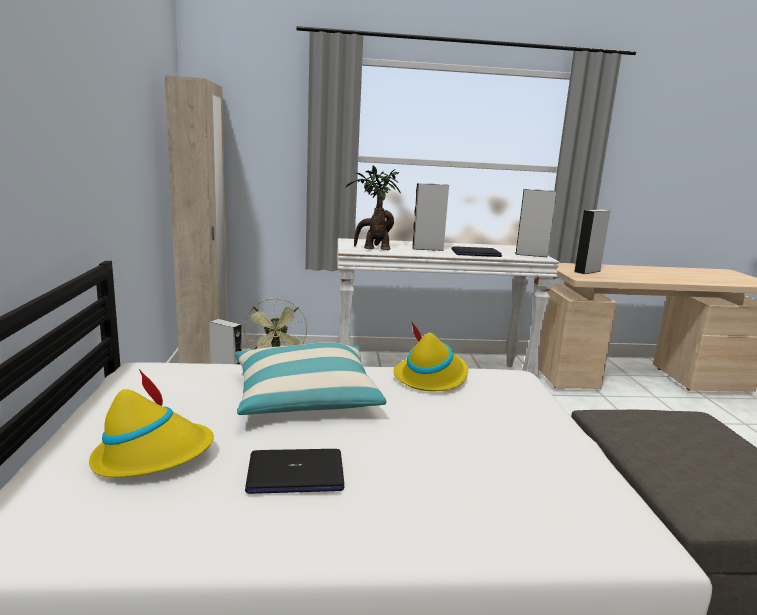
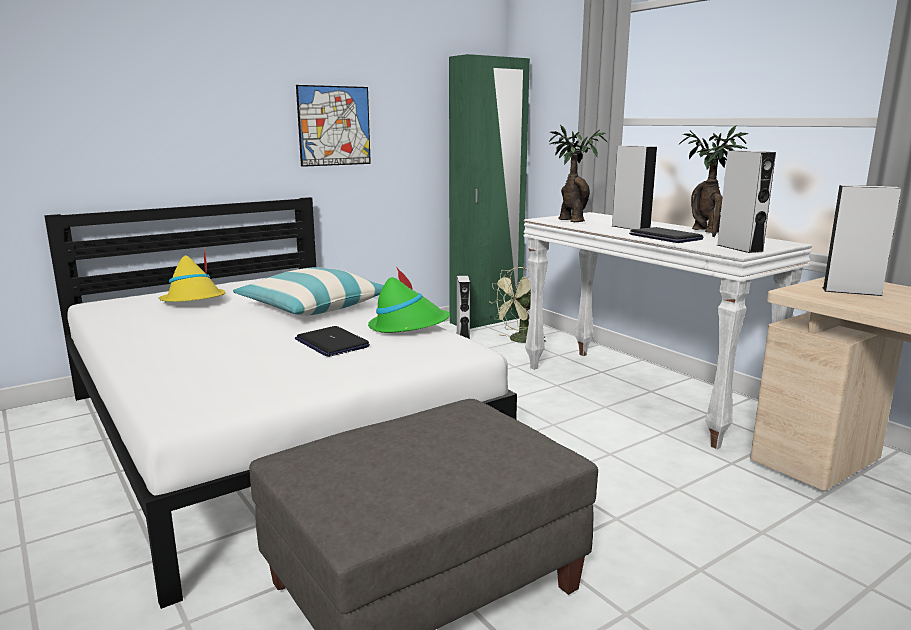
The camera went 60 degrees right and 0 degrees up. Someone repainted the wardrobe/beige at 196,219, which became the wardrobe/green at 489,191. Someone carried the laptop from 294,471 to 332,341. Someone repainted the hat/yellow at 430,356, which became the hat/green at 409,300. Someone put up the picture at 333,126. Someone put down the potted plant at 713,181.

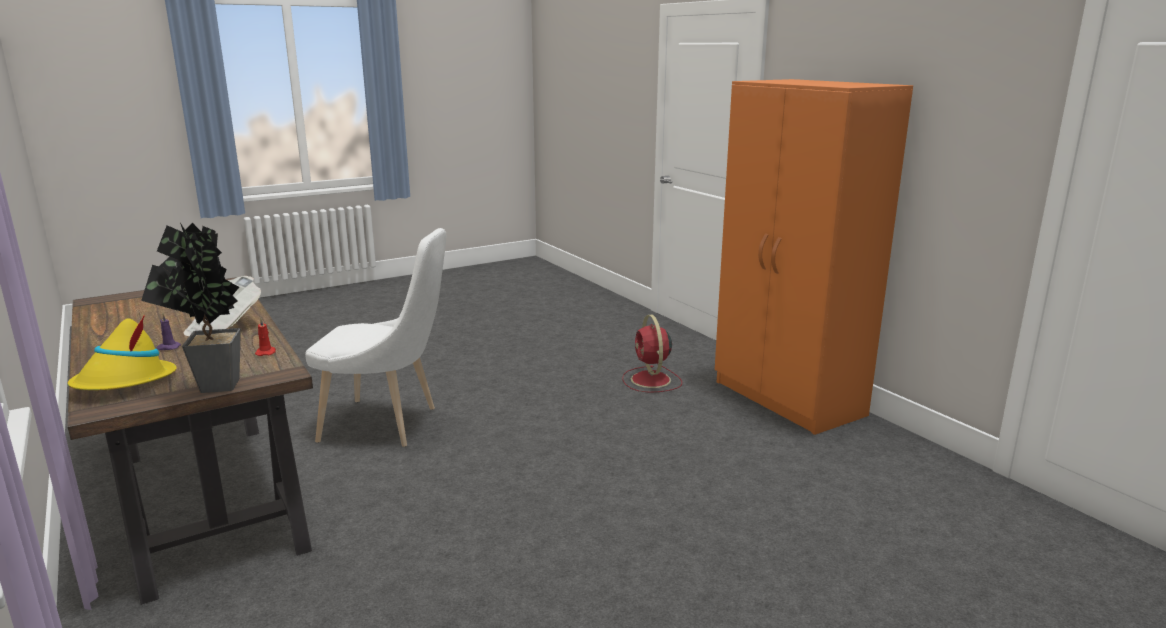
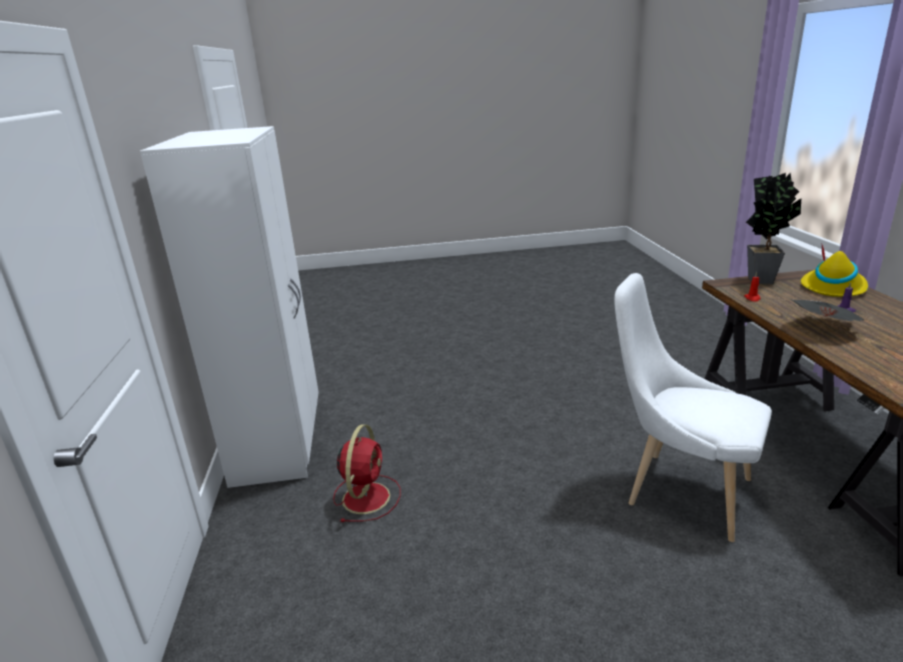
The camera went 155 degrees left and 5 degrees up. Someone repainted the wardrobe/orange at 814,257, which became the wardrobe/white at 229,307.

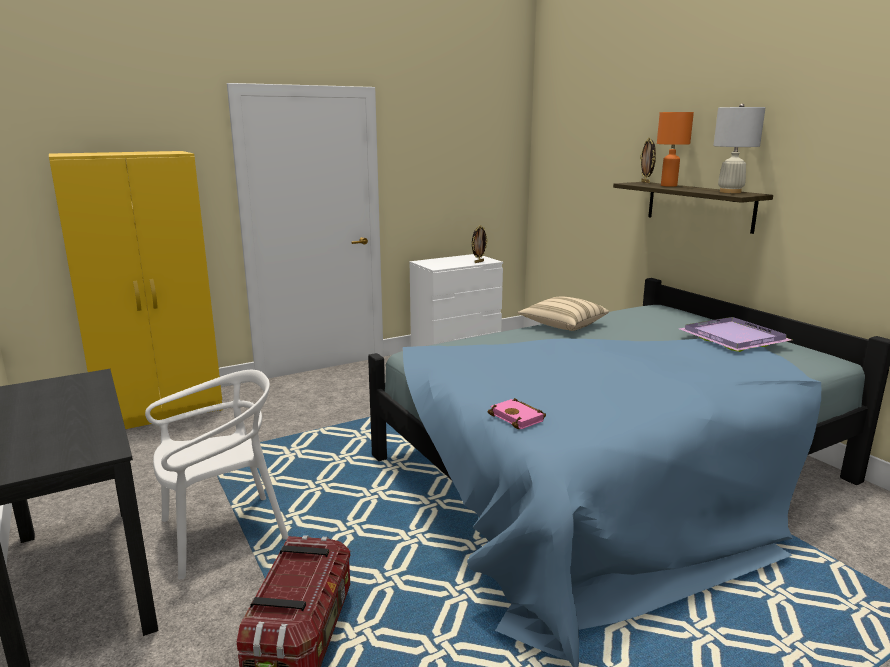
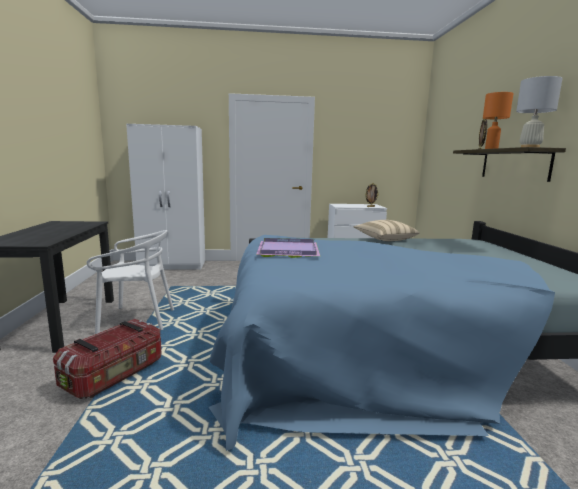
The camera went 25 degrees right and 5 degrees down. Someone repainted the wardrobe/yellow at 136,290, which became the wardrobe/white at 165,197. Someone took away the book/pink at 517,413. Someone carried the tray/purple from 736,334 to 288,248.

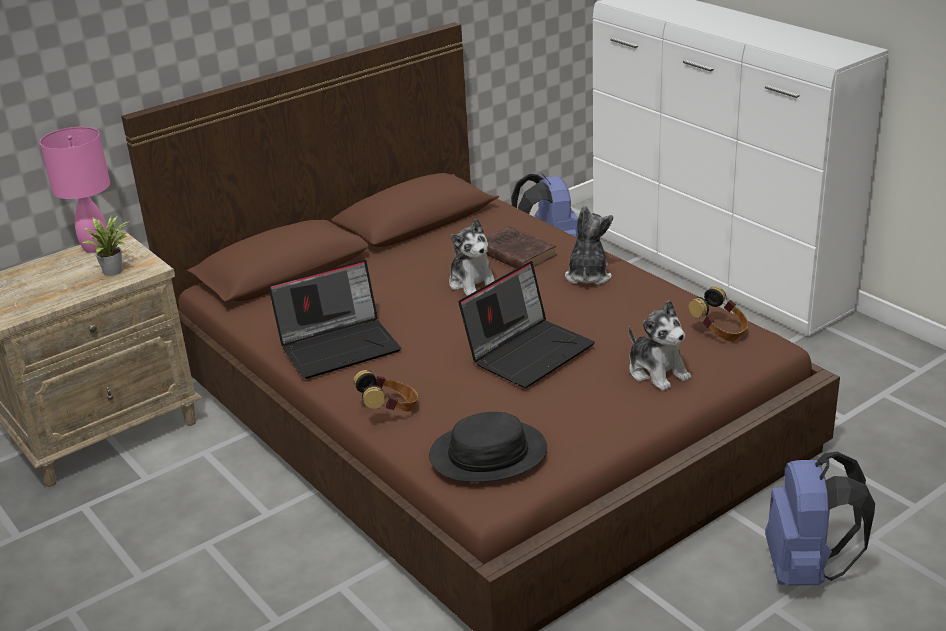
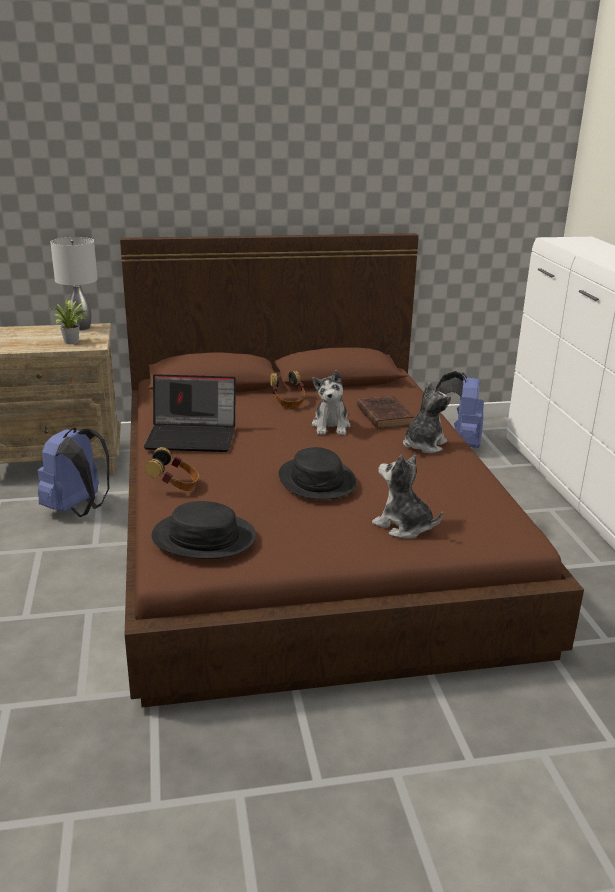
The camera went 25 degrees right and 5 degrees down. Someone repainted the table lamp/pink at 75,190, which became the table lamp/grey at 74,283. Someone swapped the laptop at 526,324 for the hat/black at 318,473. Someone rotated the plush toy at 660,345 by 135 degrees clockwise. Someone carried the headphones from 718,313 to 287,389. Someone carried the backpack/blue from 820,519 to 74,472.

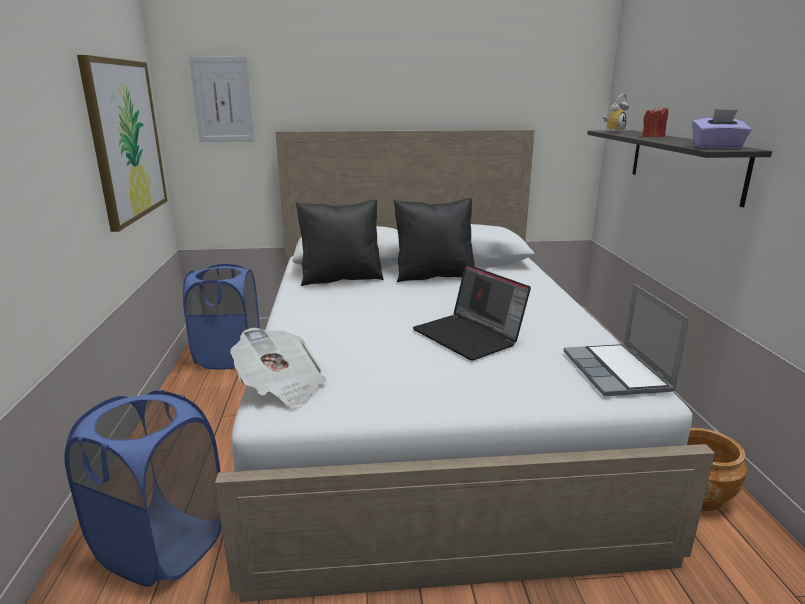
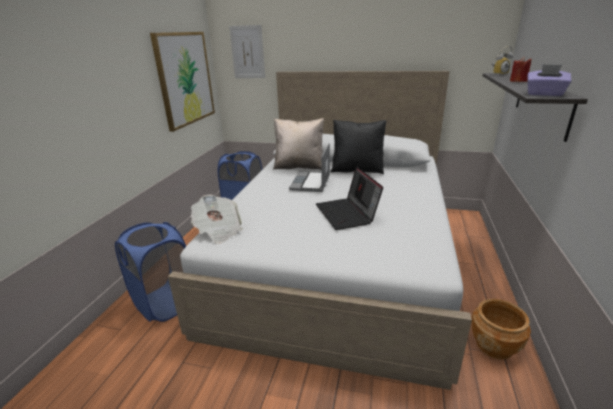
The camera went 20 degrees right and 5 degrees up. Someone repainted the pillow/black at 340,242, which became the pillow/beige at 298,144. Someone carried the laptop from 626,340 to 309,167.

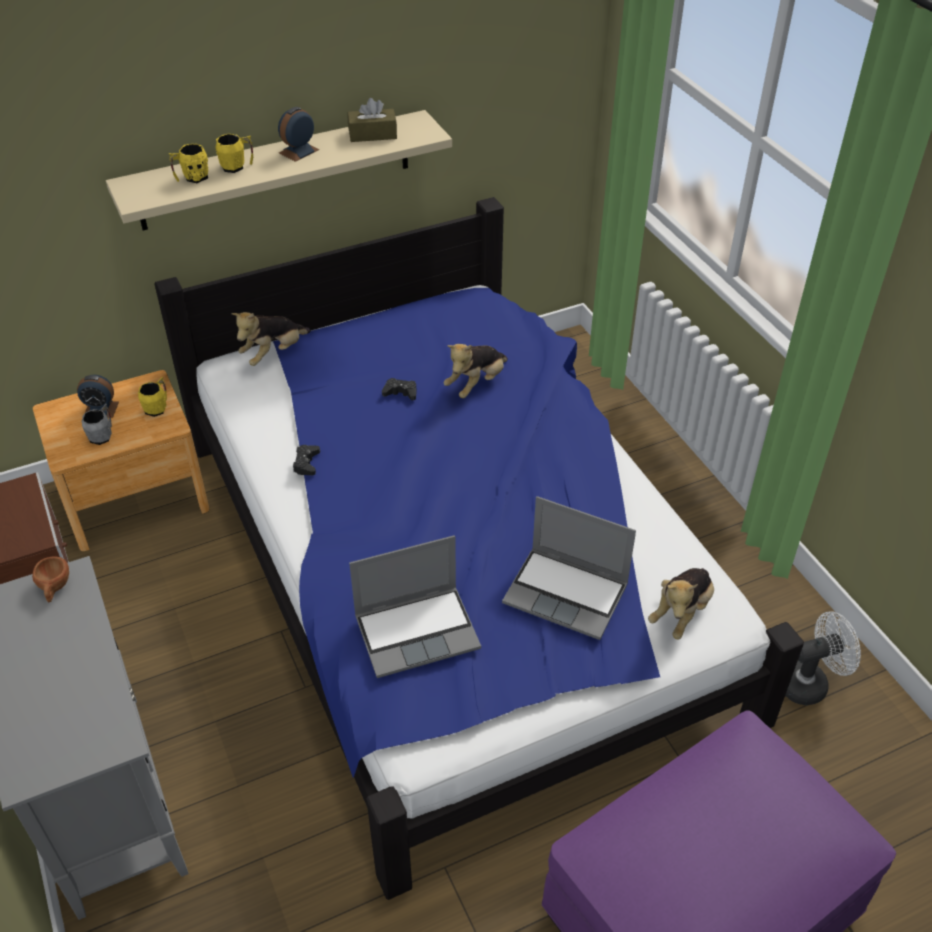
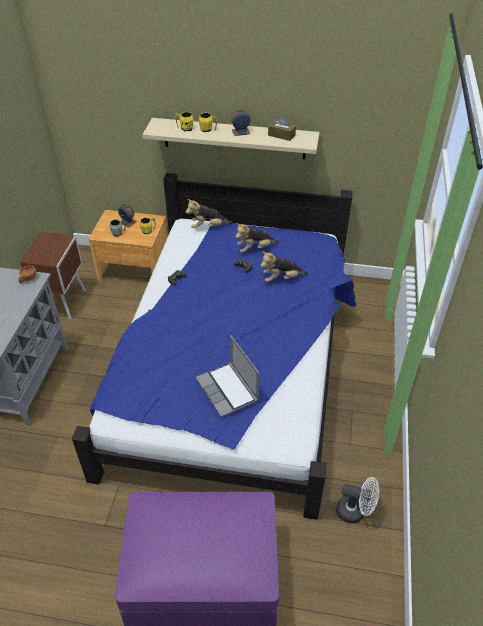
The camera went 35 degrees right and 0 degrees up. Someone took away the laptop at 415,606. Someone carried the plush toy from 681,603 to 256,238.

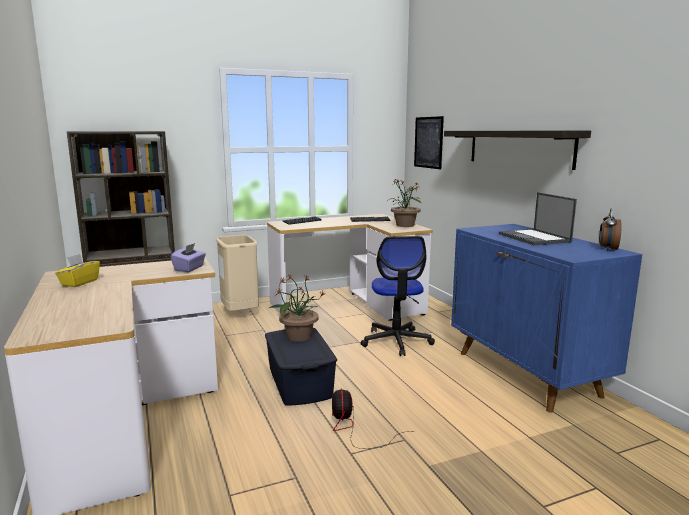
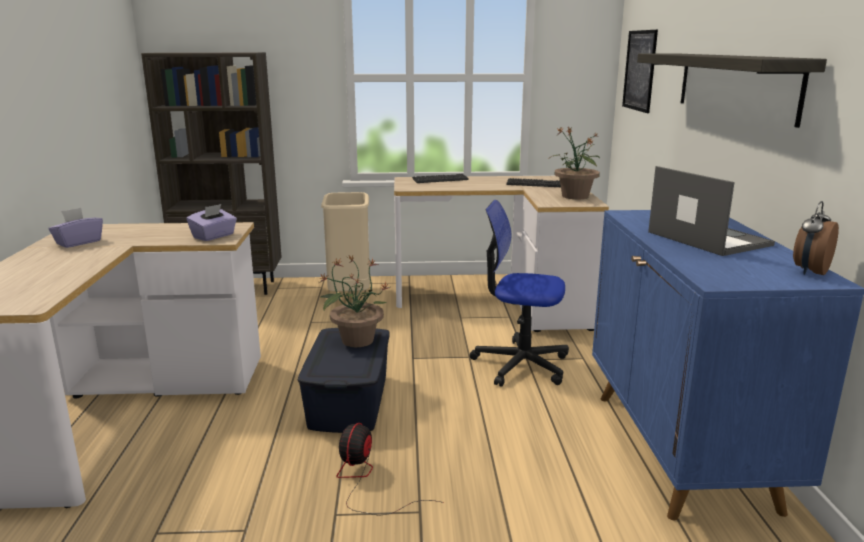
The camera went 20 degrees right and 5 degrees up. Someone repainted the tissue box/yellow at 77,270, which became the tissue box/purple at 75,228. Someone rotated the office chair at 398,296 by 90 degrees clockwise. Someone rotated the laptop at 538,218 by 150 degrees clockwise.

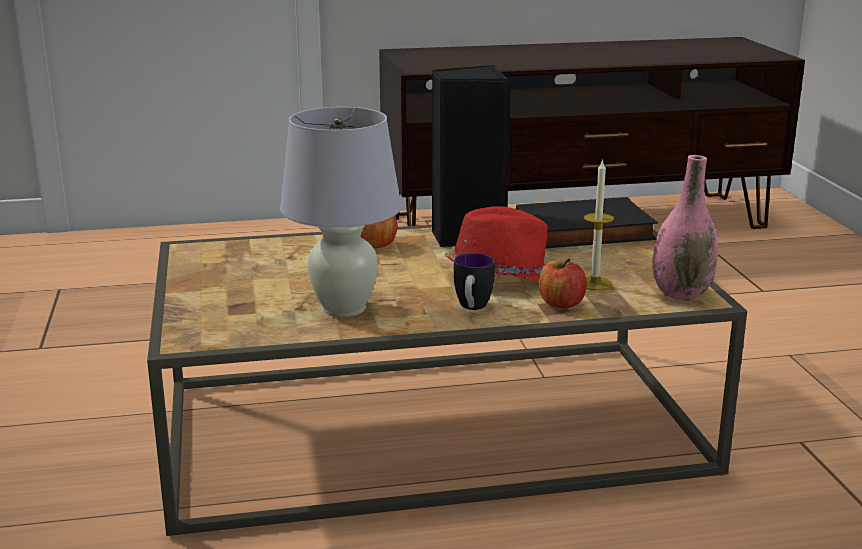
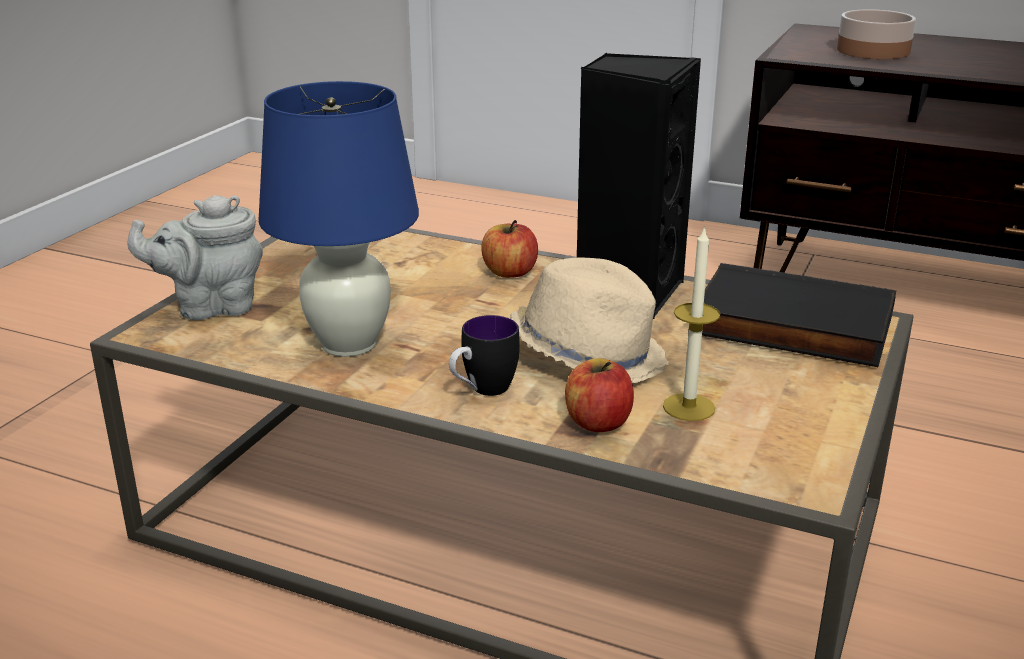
The camera went 35 degrees right and 5 degrees up. Someone repainted the table lamp/white at 340,212, which became the table lamp/blue at 338,219. Someone repainted the hat/red at 496,243, which became the hat/beige at 589,320. Someone took away the vase/pink at 685,228. Someone put down the teapot/grey at 195,257. Someone put down the bowl at 876,34.

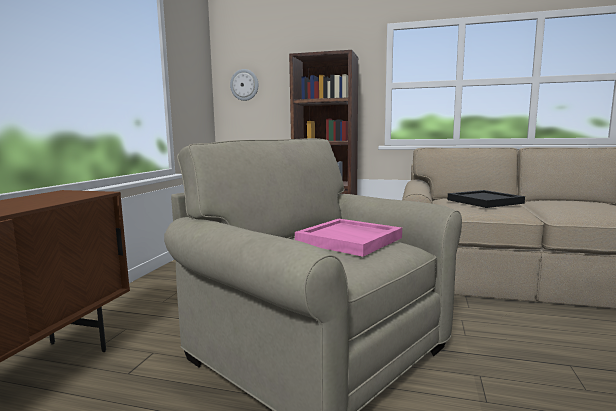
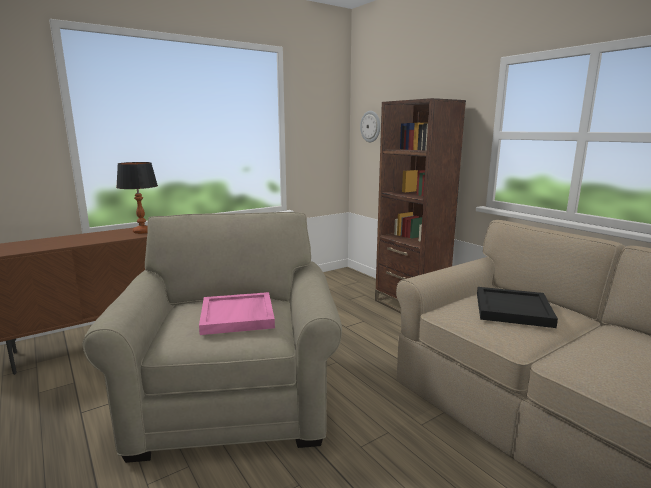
The camera went 40 degrees right and 5 degrees up. Someone put down the table lamp at 137,198.

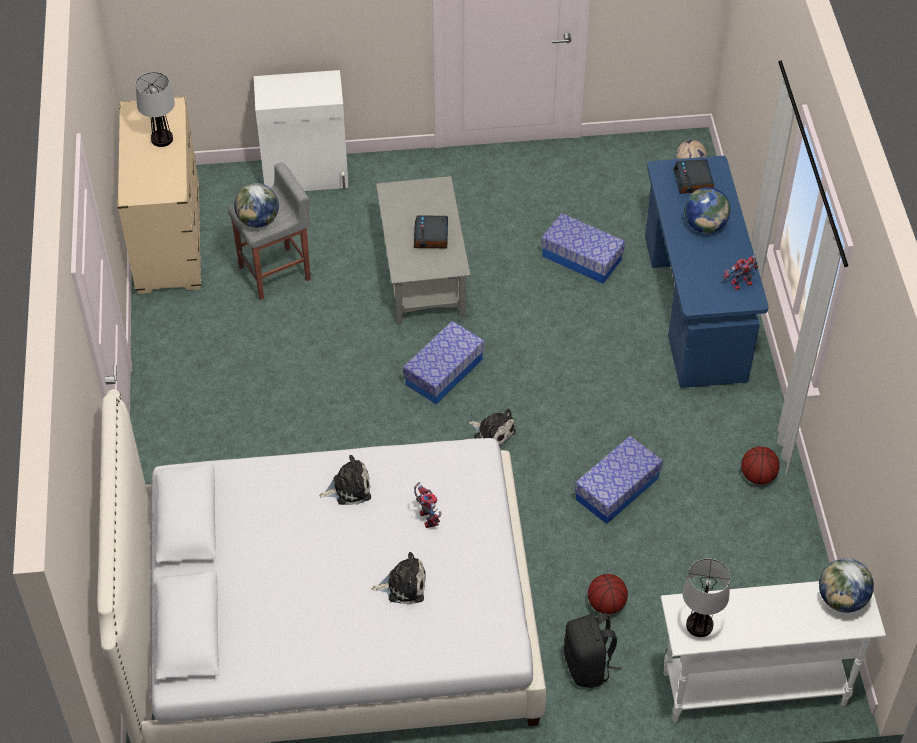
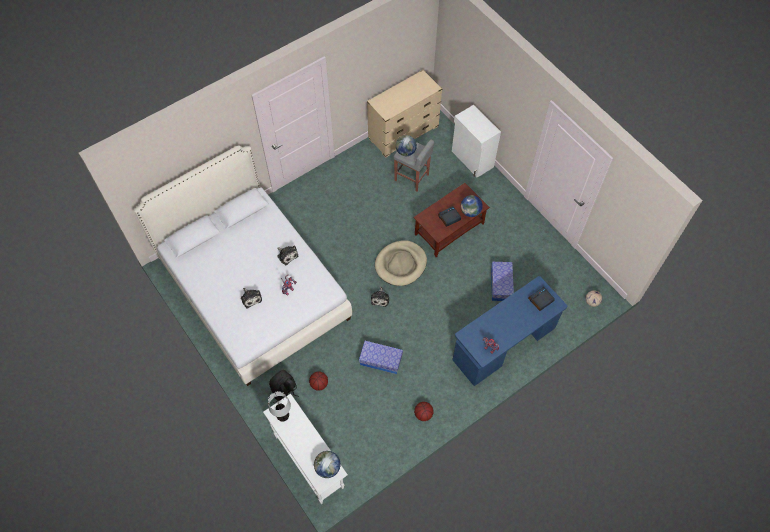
The camera went 60 degrees right and 10 degrees up. Someone took away the table lamp at 155,109. Someone repainted the coffee table/grey at 423,250, which became the coffee table/brown at 451,220. Someone swapped the storage box at 444,362 for the dog bed/beige at 401,263. Someone carried the globe from 707,210 to 472,206.

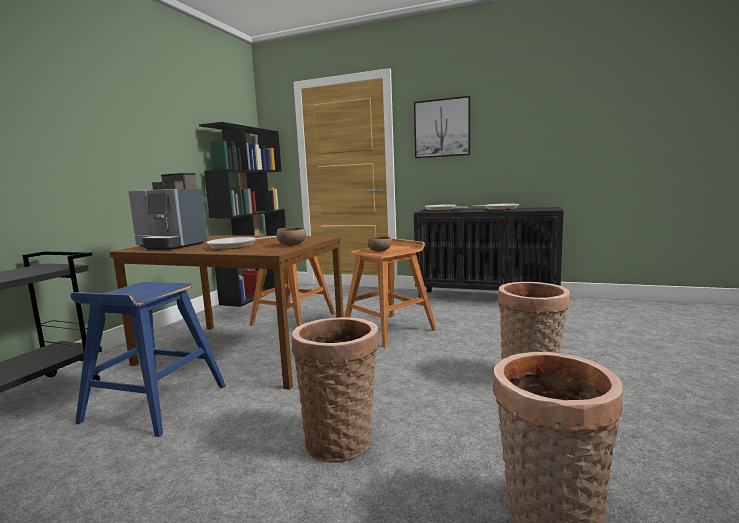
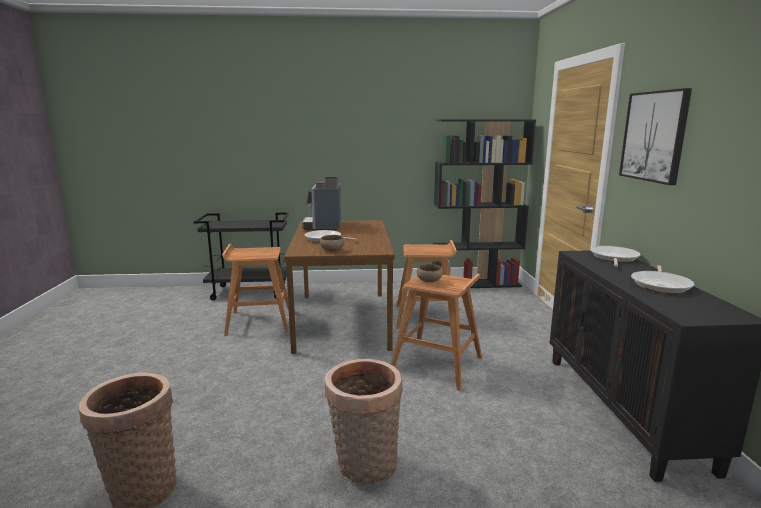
The camera went 65 degrees right and 5 degrees up. Someone repainted the stool/blue at 148,359, which became the stool/brown at 255,290. Someone took away the basket at 335,390.

